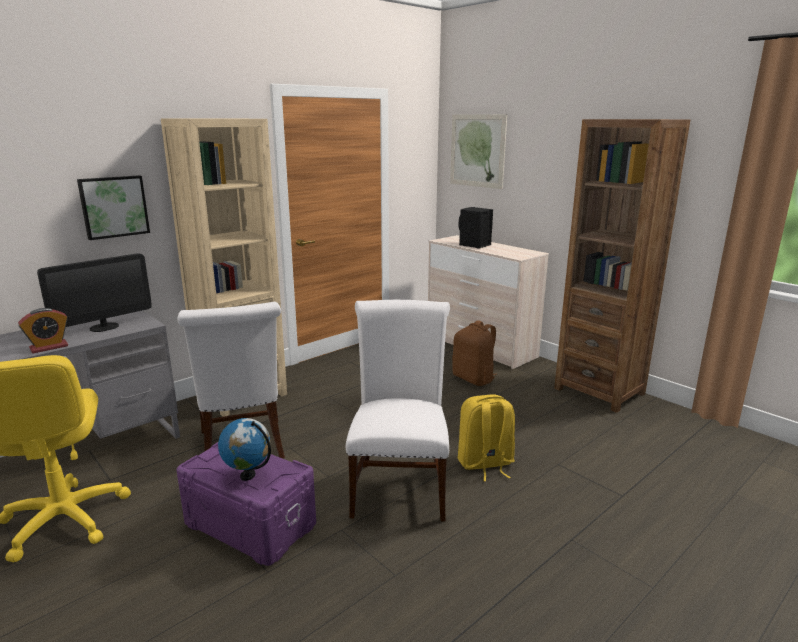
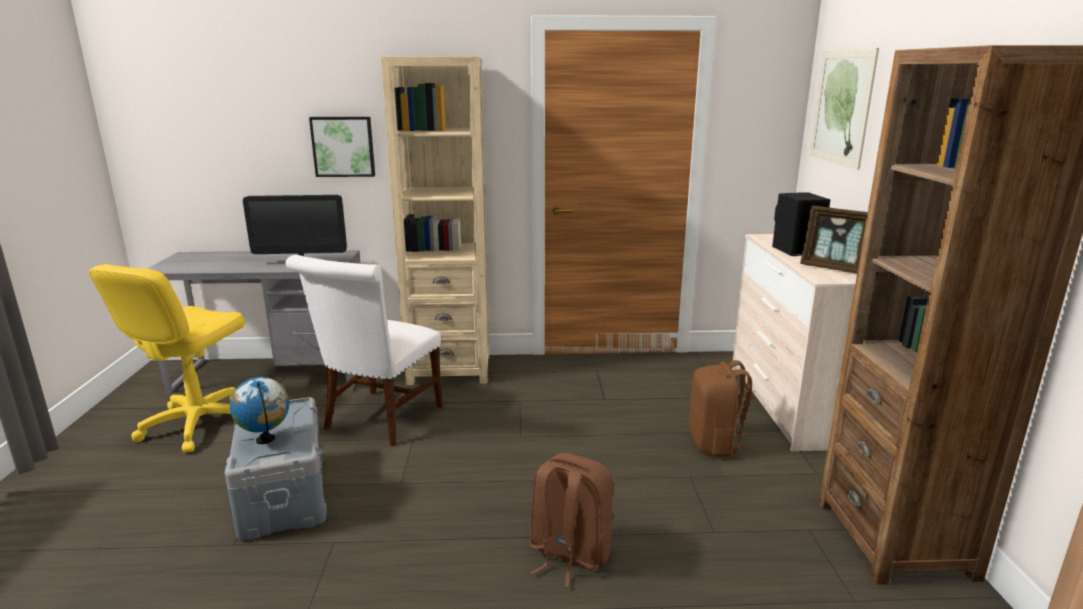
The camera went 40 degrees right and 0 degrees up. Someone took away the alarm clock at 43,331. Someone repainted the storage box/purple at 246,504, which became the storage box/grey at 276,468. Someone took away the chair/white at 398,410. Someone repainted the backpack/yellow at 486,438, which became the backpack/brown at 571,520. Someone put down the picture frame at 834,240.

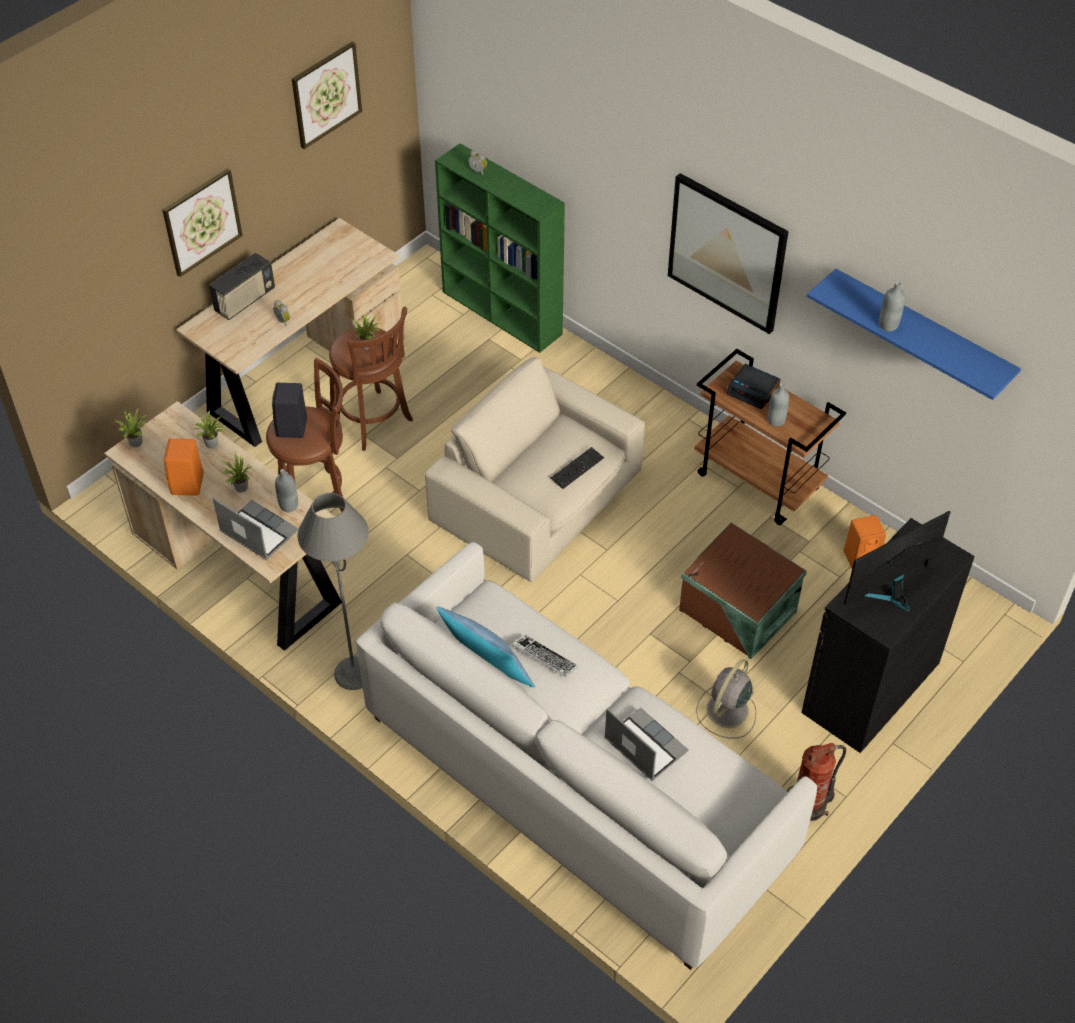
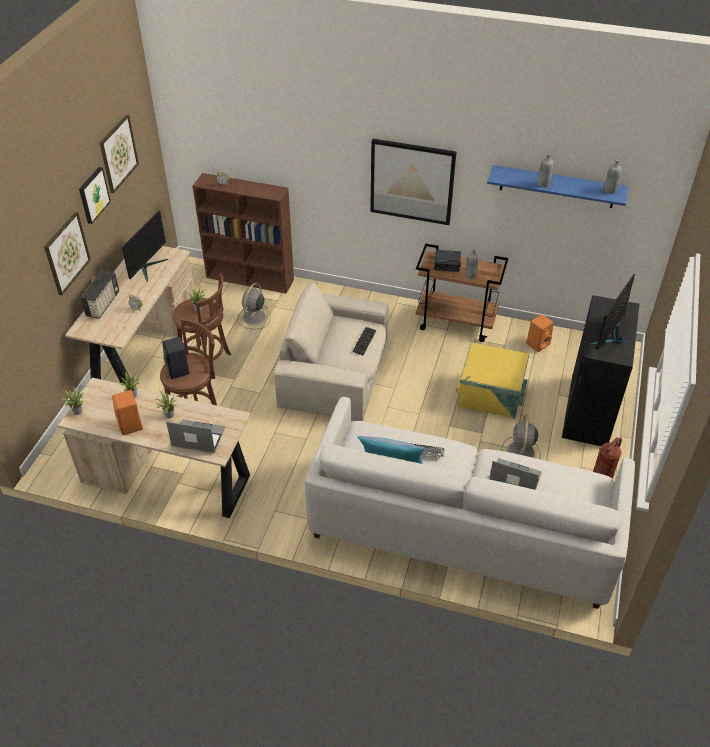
The camera went 25 degrees left and 5 degrees down. Someone carried the bottle/grey from 286,490 to 612,176. Someone took away the floor lamp/grey at 333,591. Someone repainted the bookcase/green at 500,248, which became the bookcase/brown at 243,233. Someone repainted the storage box/brown at 743,590, which became the storage box/yellow at 493,380. Someone put up the picture at 95,195. Someone put down the monitor at 145,245. Someone put down the fan/grey at 253,306.

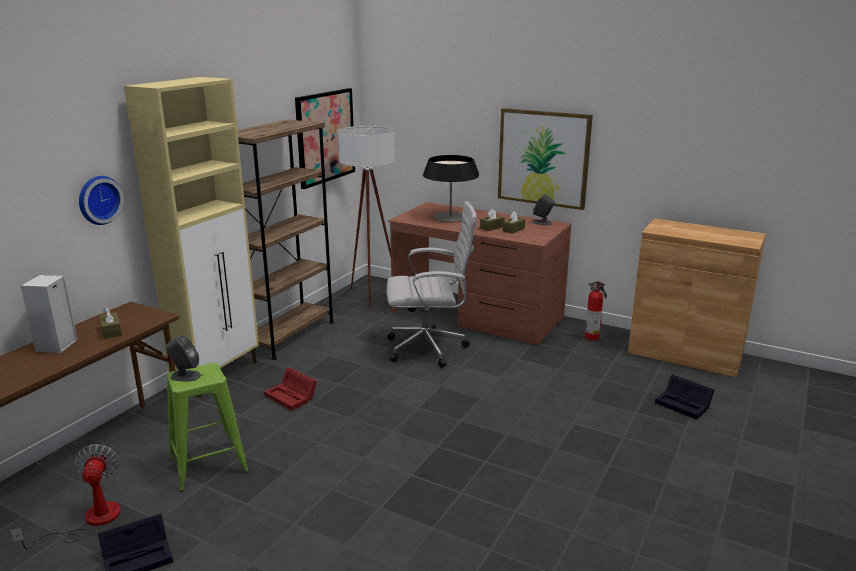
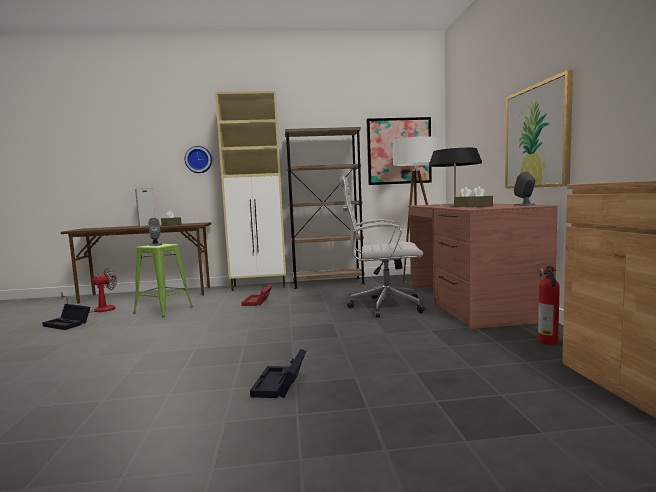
The camera went 55 degrees right and 15 degrees down. Someone rotated the office chair/white at 432,284 by 135 degrees clockwise. Someone carried the storage box/black from 685,397 to 278,373.

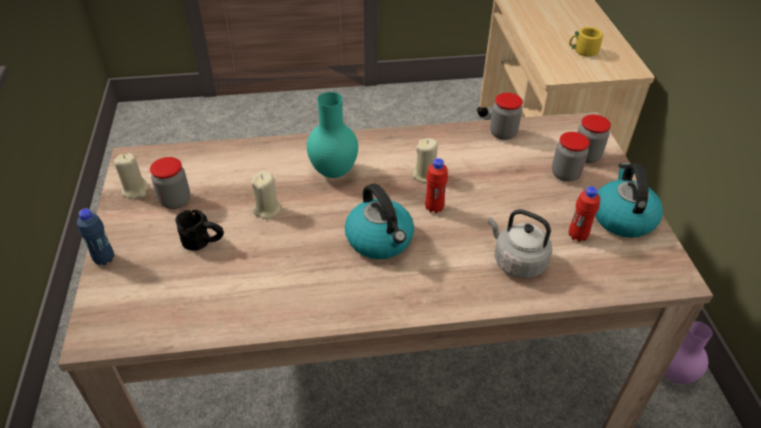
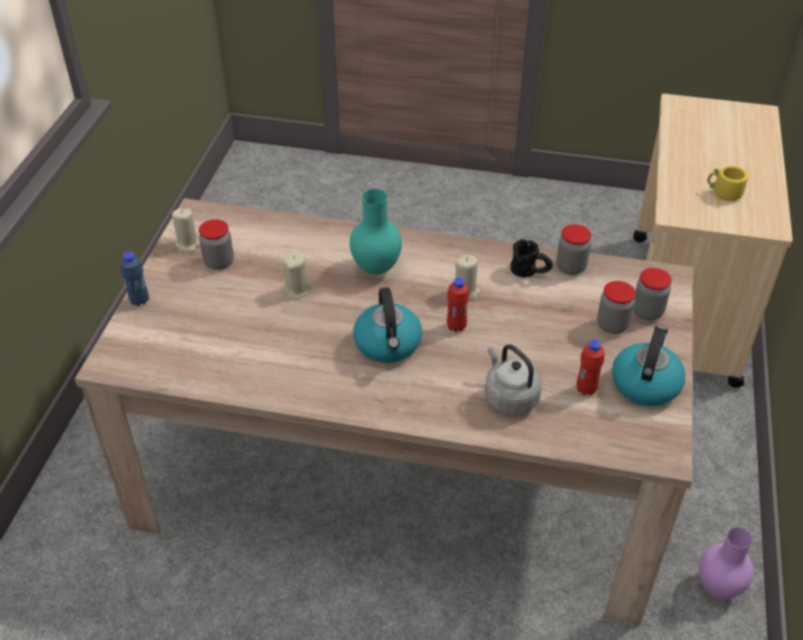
The camera went 20 degrees right and 0 degrees up. Someone carried the mug/black from 199,230 to 532,258.

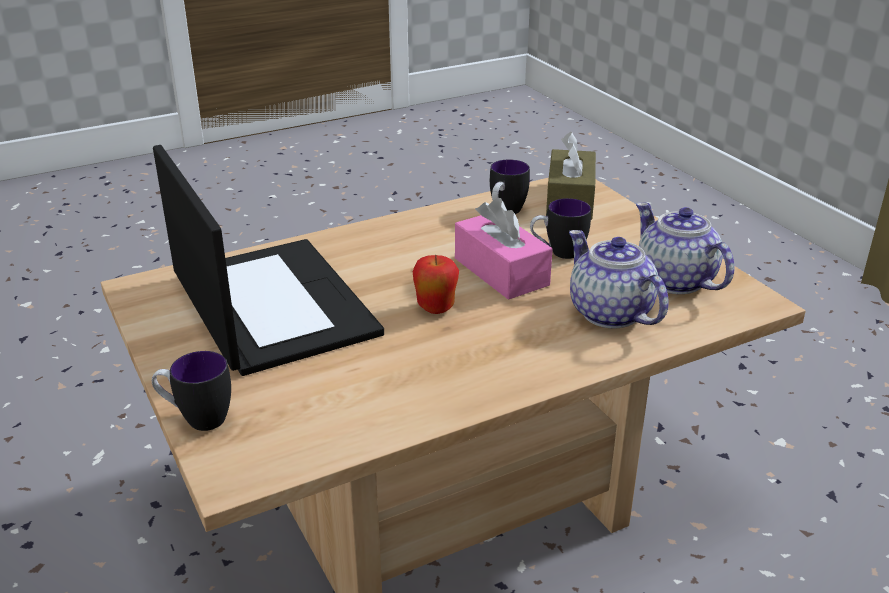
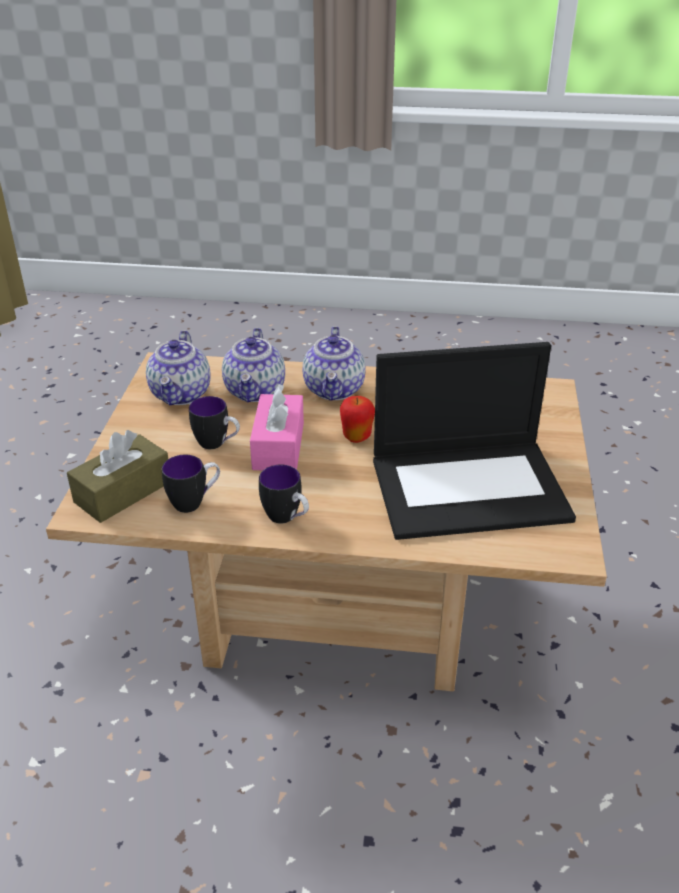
The camera went 145 degrees left and 5 degrees up. Someone carried the mug from 191,391 to 284,494. Someone rotated the laptop at 268,260 by 105 degrees counterclockwise. Someone put down the teapot at 334,363.

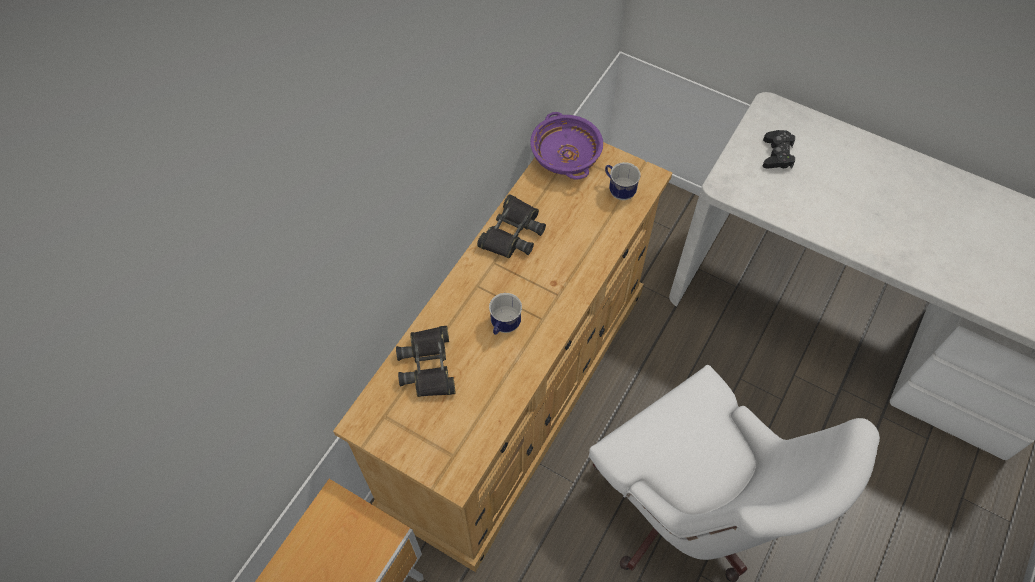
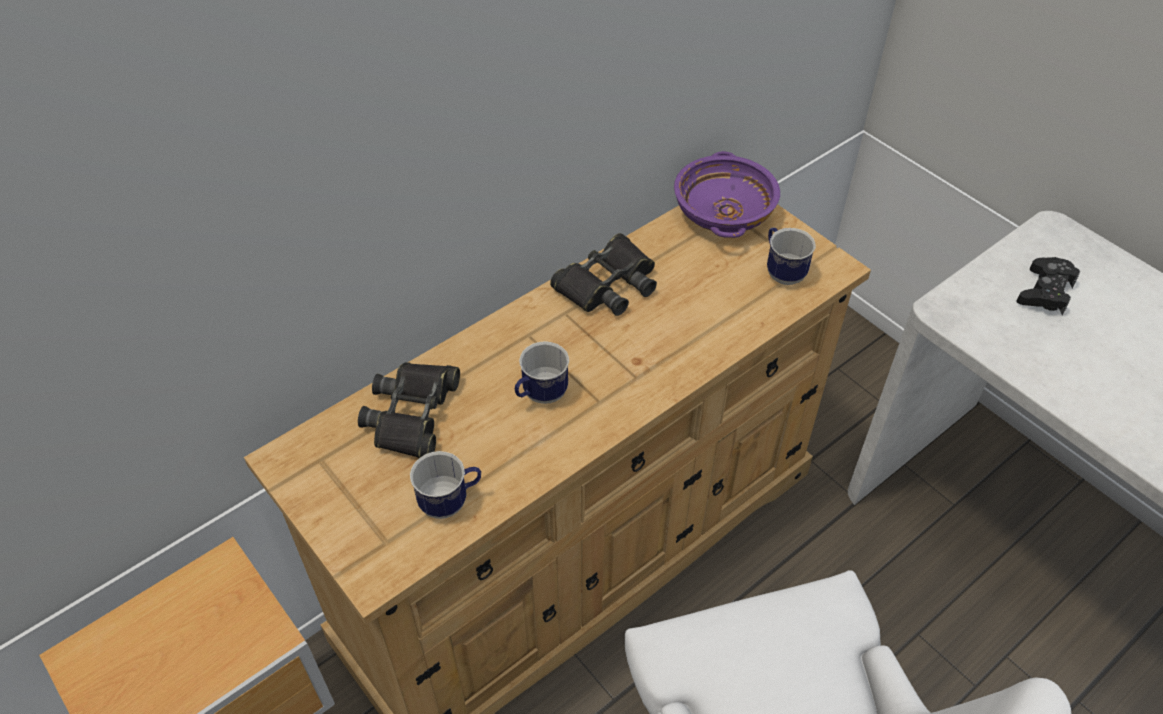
The camera went 20 degrees right and 10 degrees down. Someone put down the mug at 445,485.

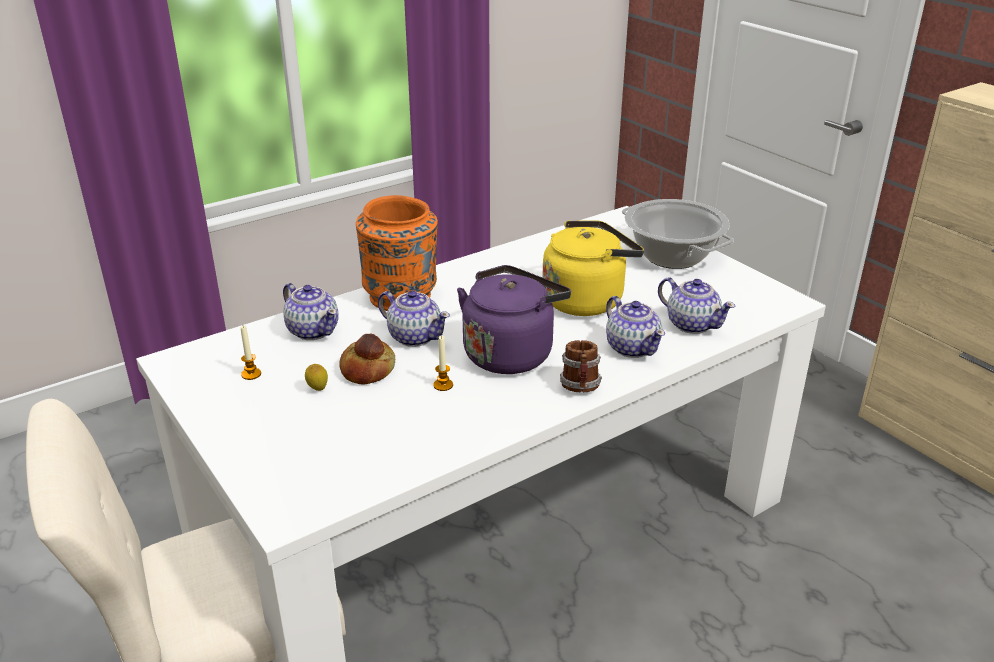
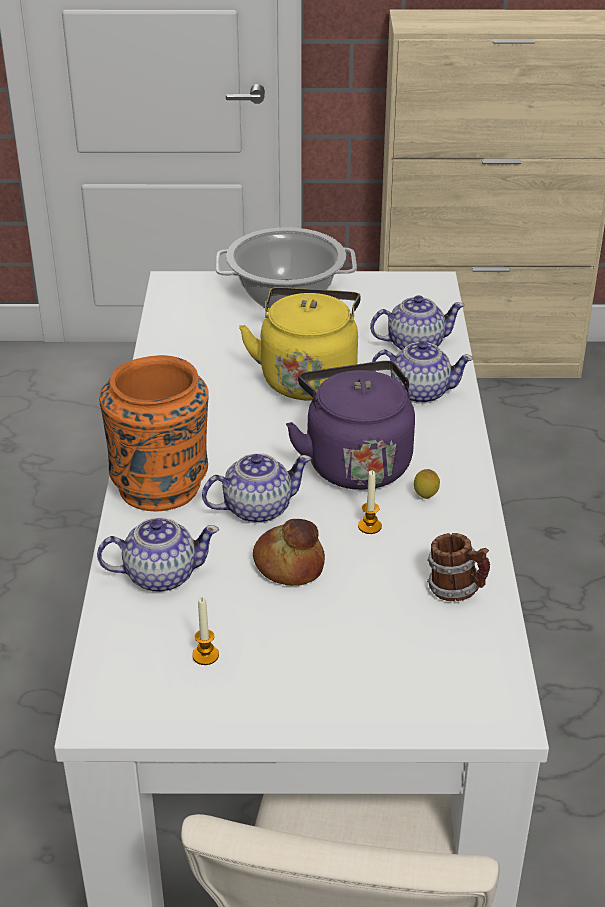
The camera went 55 degrees left and 5 degrees up. Someone carried the lemon from 316,377 to 427,484. Someone carried the mug from 581,366 to 458,567.

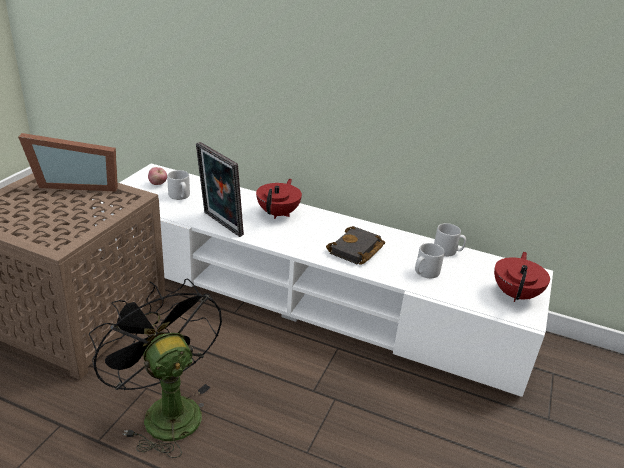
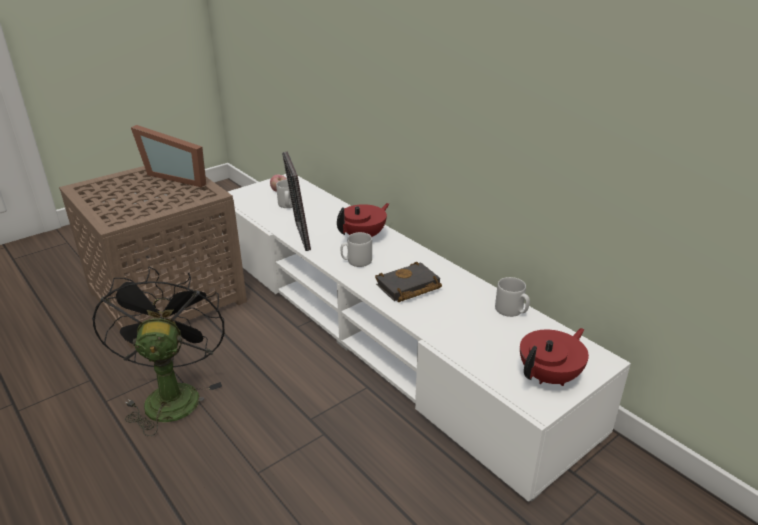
The camera went 30 degrees right and 0 degrees up. Someone carried the mug/grey from 430,260 to 356,249.

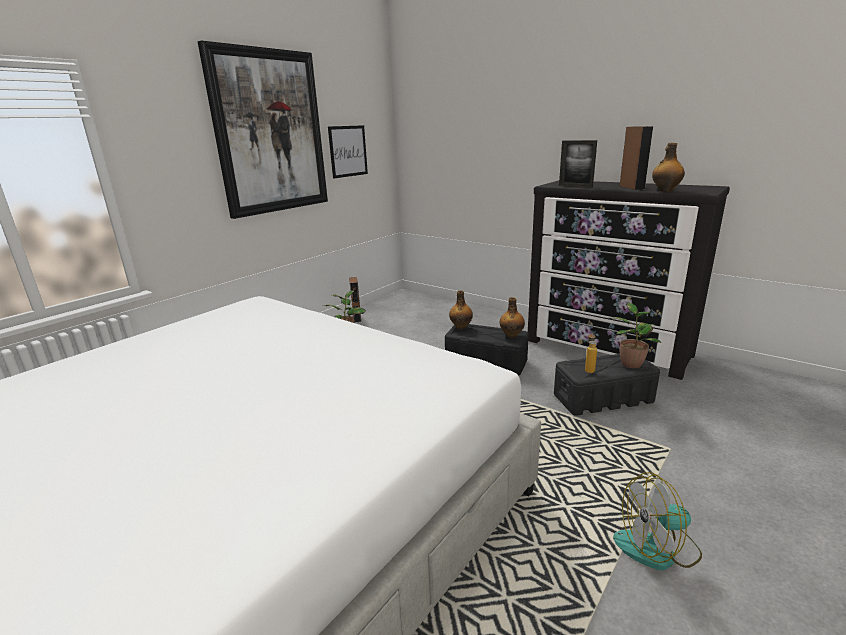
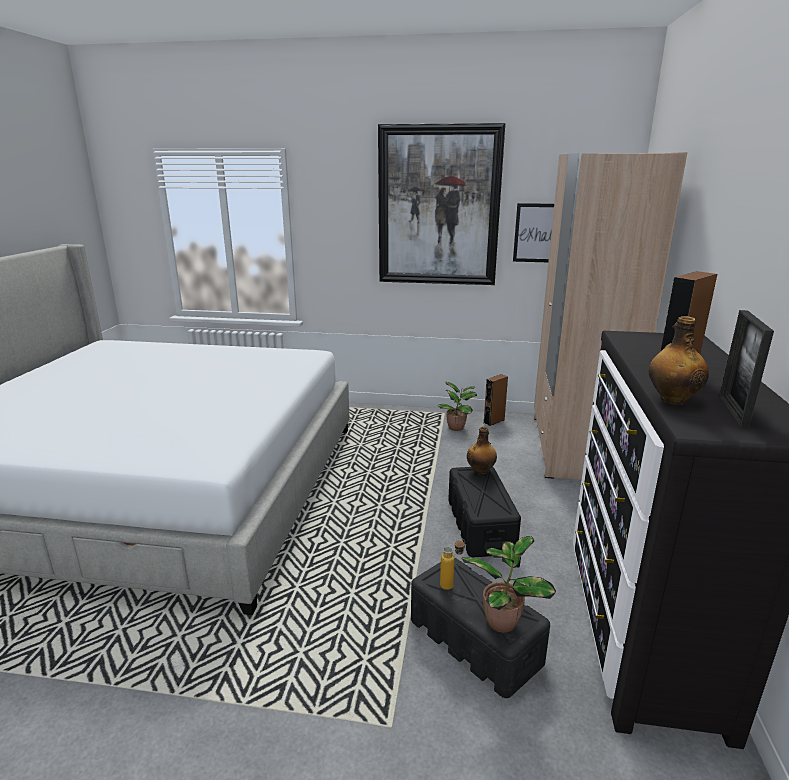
The camera went 60 degrees right and 0 degrees up. Someone took away the bottle at 512,317. Someone carried the picture frame from 578,164 to 746,369. Someone took away the fan at 657,521. Someone put down the wardrobe/beige at 610,316.

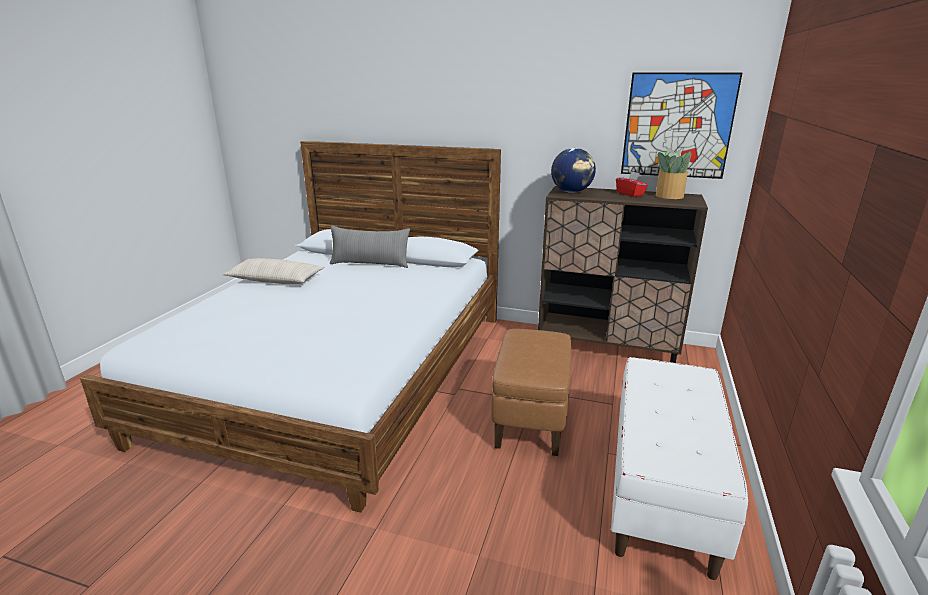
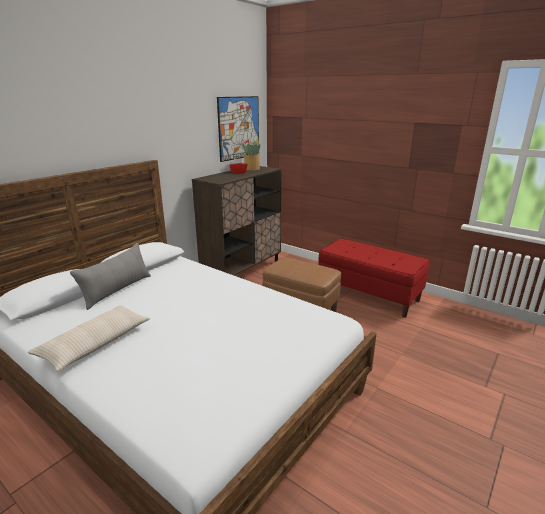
The camera went 70 degrees left and 0 degrees up. Someone took away the globe at 573,170. Someone repainted the bench/white at 679,468, which became the bench/red at 373,278.

